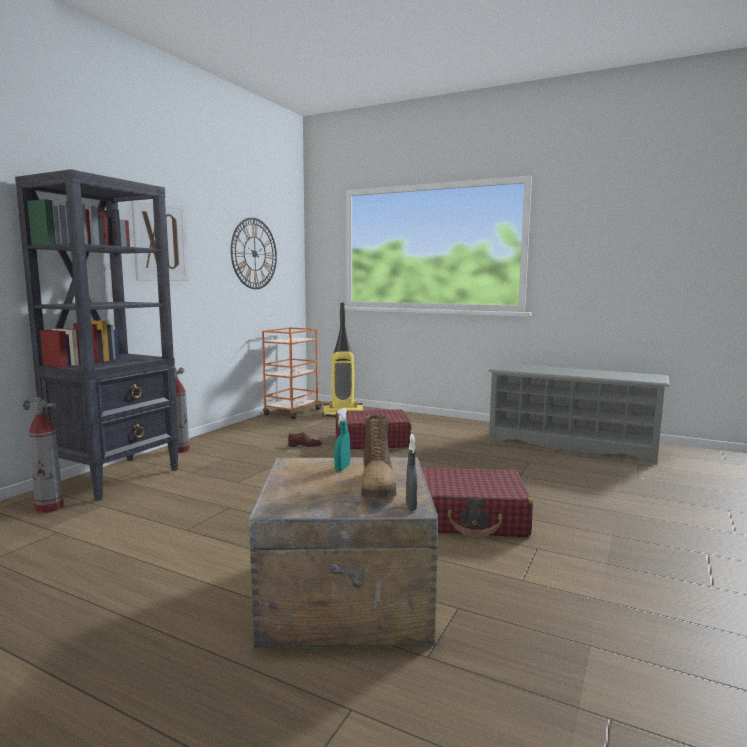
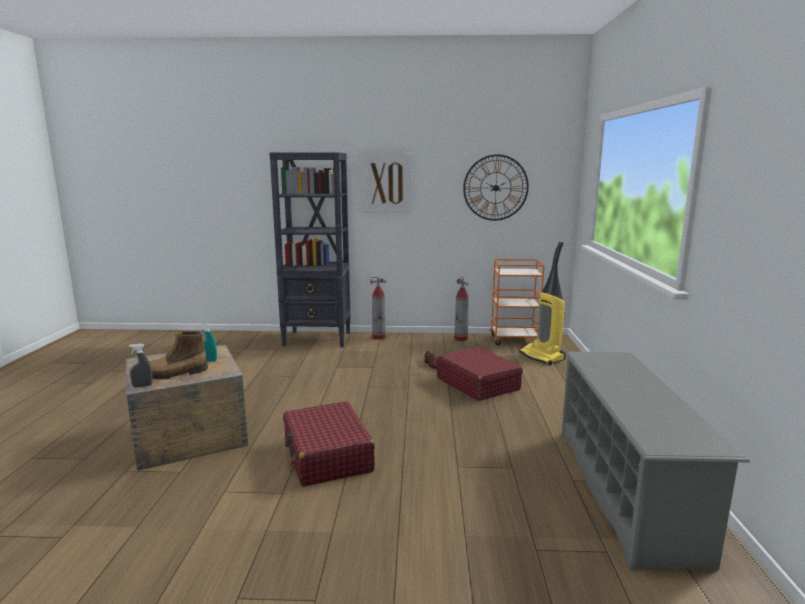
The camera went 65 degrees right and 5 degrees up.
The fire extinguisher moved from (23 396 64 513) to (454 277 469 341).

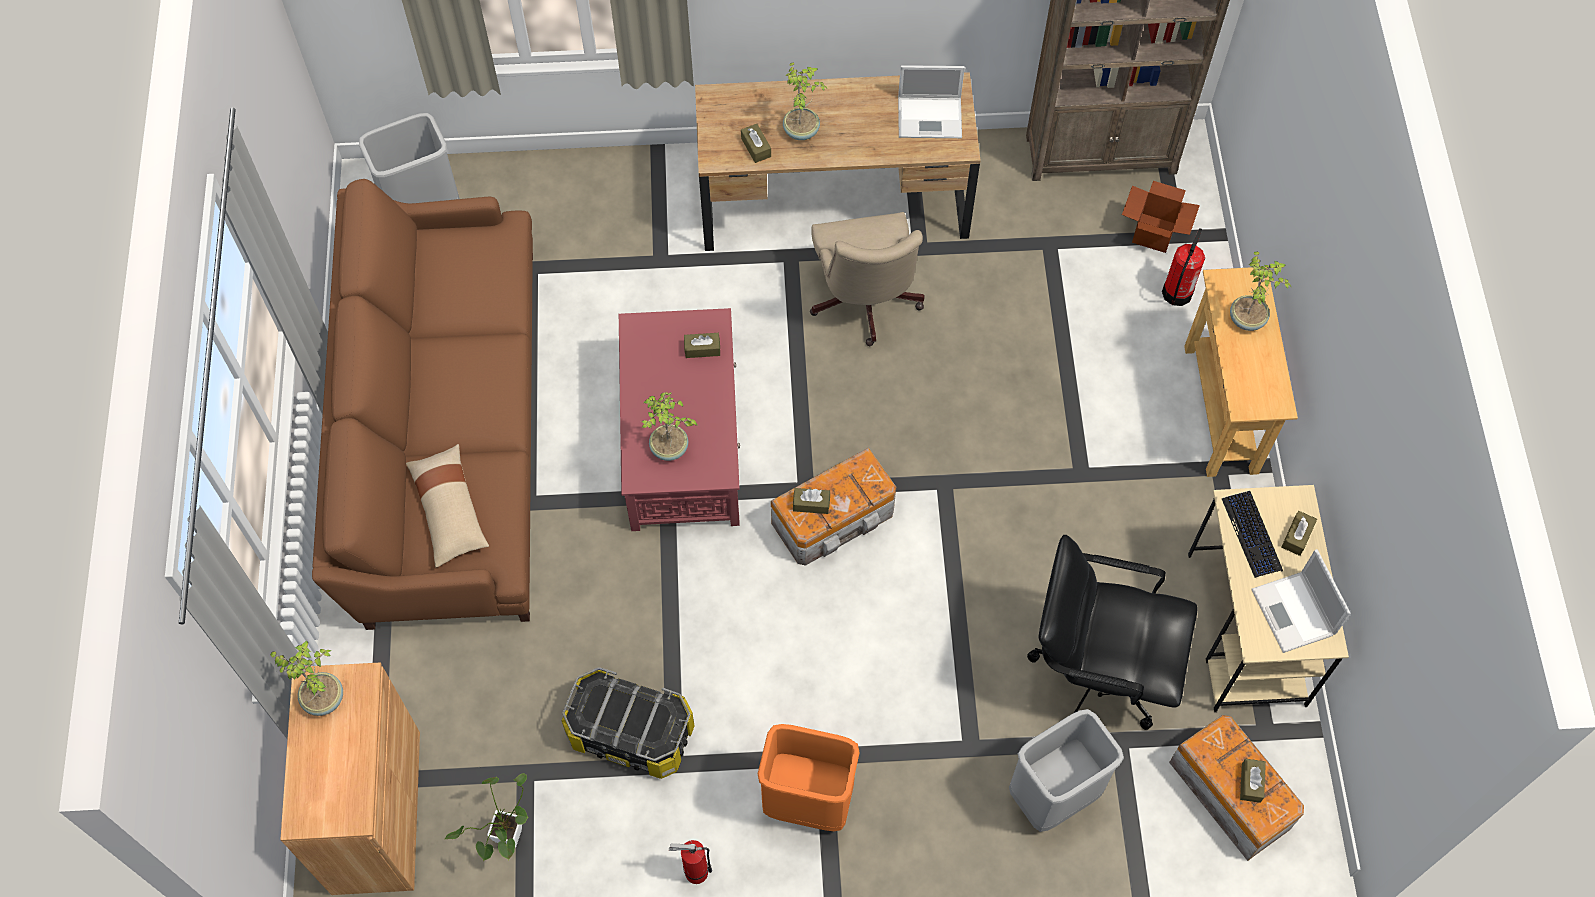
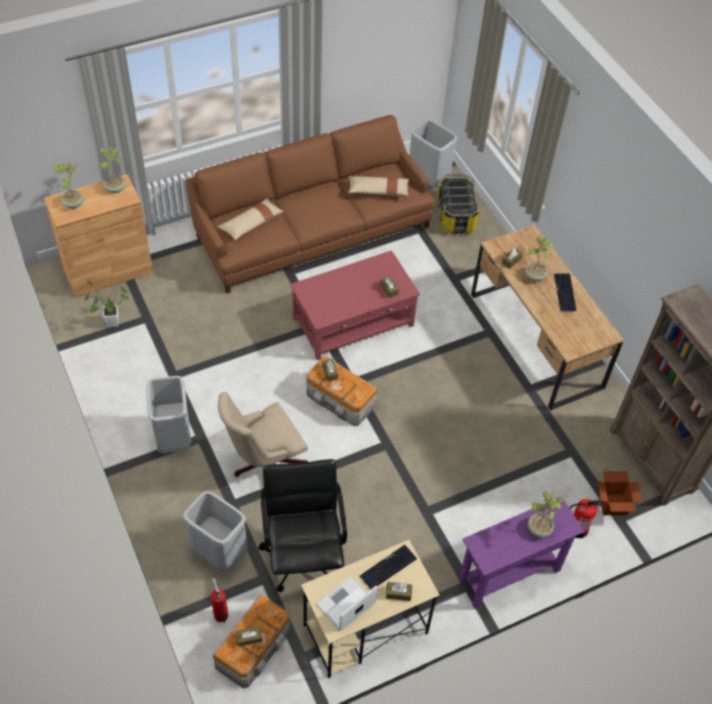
The camera went 65 degrees right and 10 degrees down.
The storage container moved from (562 667 694 779) to (437 174 479 234).
The plant in a pot moved from (641 392 697 461) to (53 163 84 209).
The fire extinguisher moved from (669 840 712 884) to (211 578 228 623).
The rubbish bin (orangey) at (758 724 860 831) became the rubbish bin (grey) at (146 376 191 453).
The computer chair (sand-coloured) moved from (810 212 924 346) to (218 392 308 477).
The portable computer at (898 65 965 138) disappeared.
The hall table (sand-coloured) at (1184 267 1298 477) became the hall table (purple-coloured) at (459 496 585 609).
The cushion (sand-coloured) at (348 176 409 196) appeared.
The computer keyboard at (554 273 576 311) appeared.

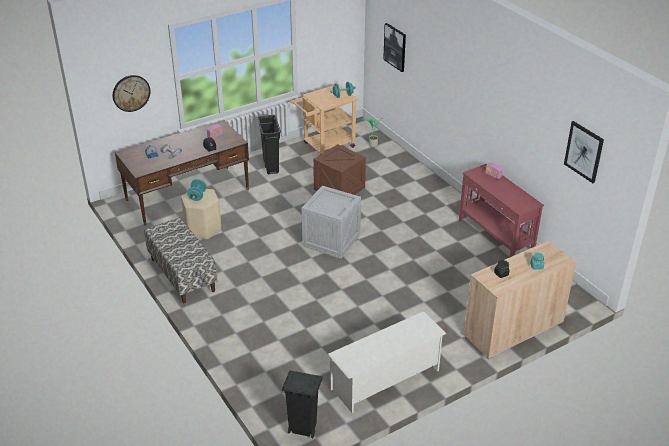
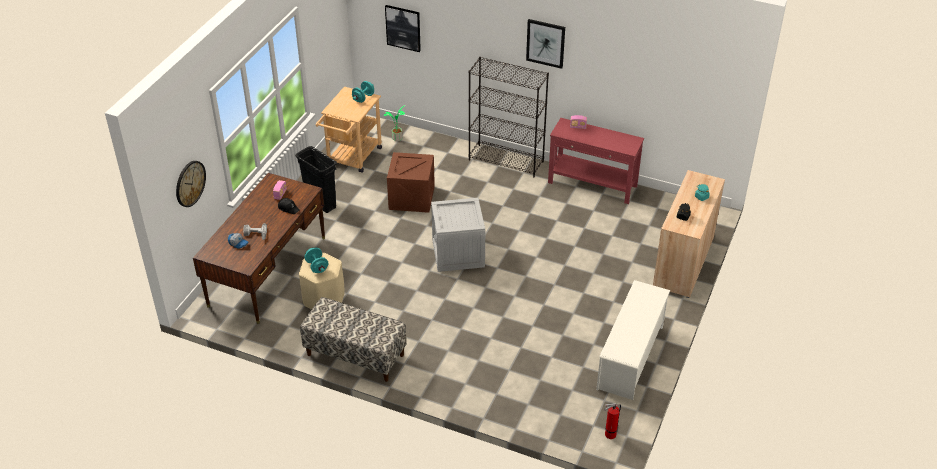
The camera went 35 degrees left and 5 degrees up.
The rubbish bin (black) at (282 370 323 438) was replaced by the fire extinguisher at (604 403 621 439).
The wall picture moved from (564 121 604 183) to (526 19 565 69).
The bookcase (black) at (469 57 549 177) appeared.

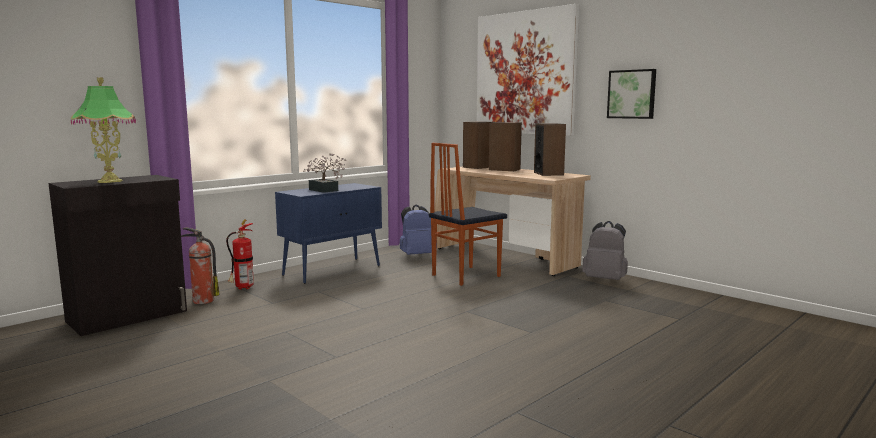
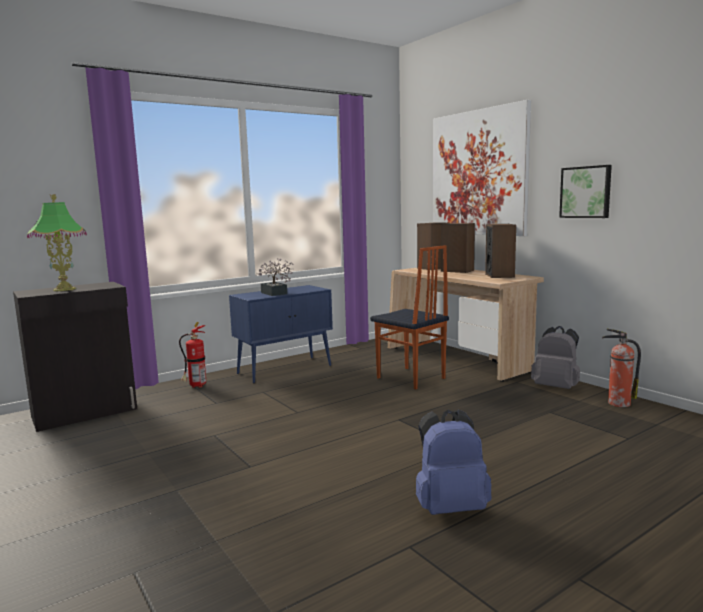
The camera went 10 degrees right and 0 degrees up.
The fire extinguisher moved from (181 227 220 304) to (602 329 641 407).
The backpack (bluish) moved from (400 205 432 255) to (416 410 491 515).
The chair at (429 143 507 286) turned 105 degrees counterclockwise.

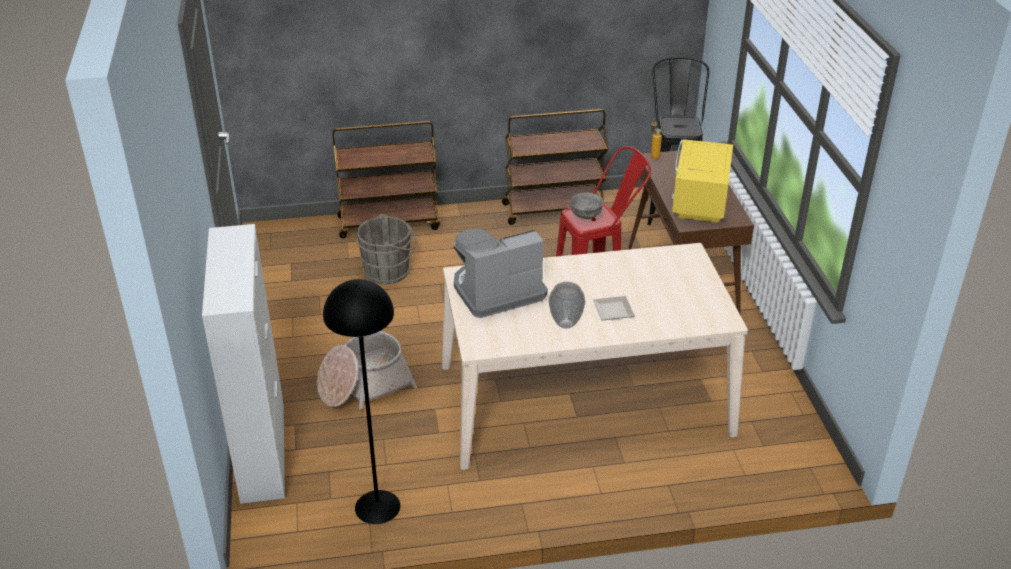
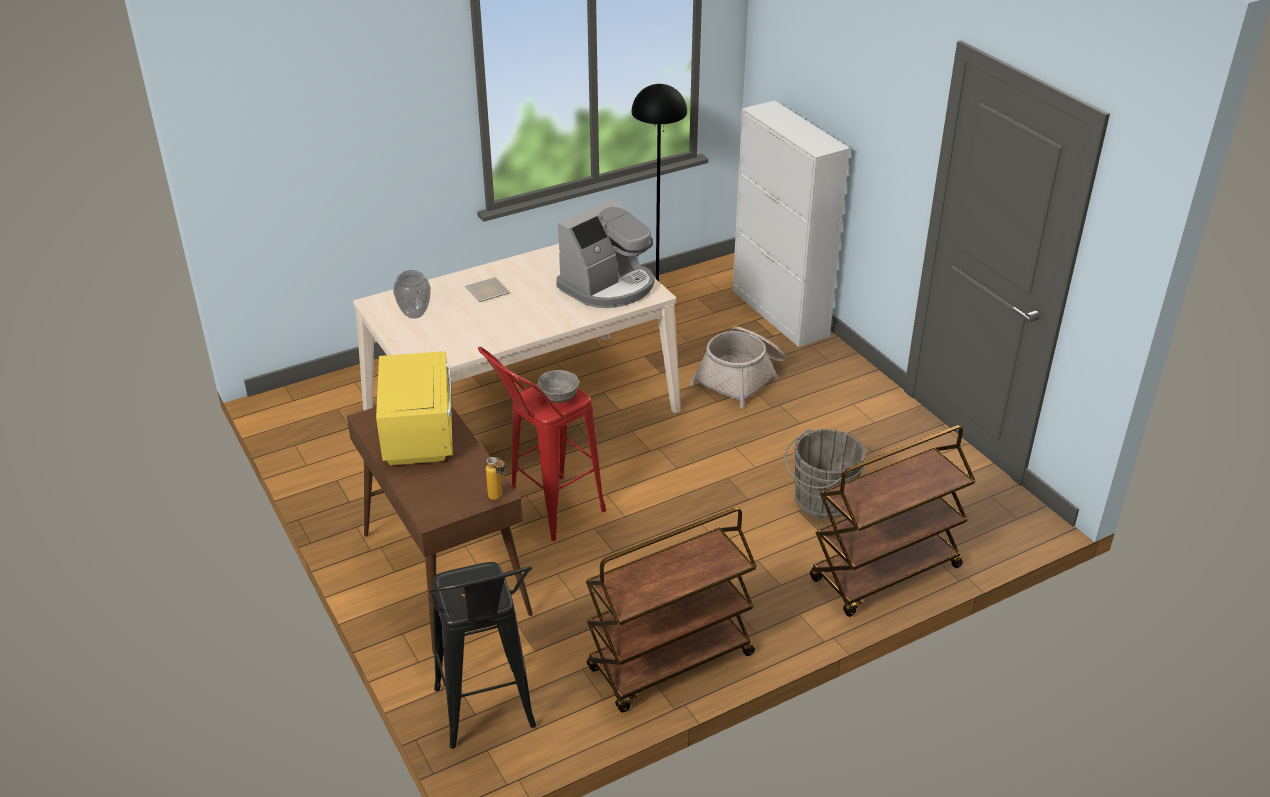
The camera went 160 degrees right and 0 degrees up.
The flower vase moved from (549 282 585 329) to (393 270 431 319).

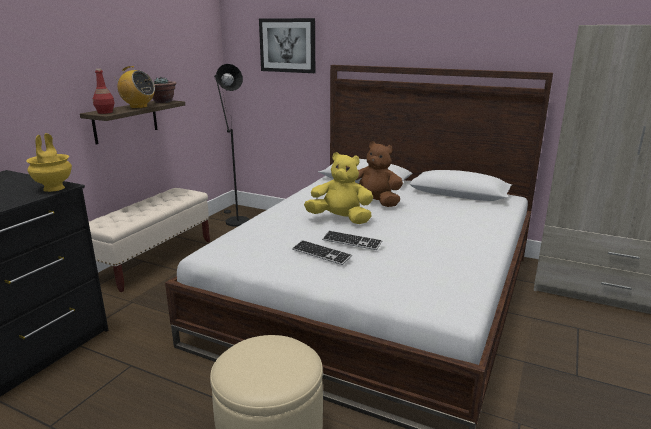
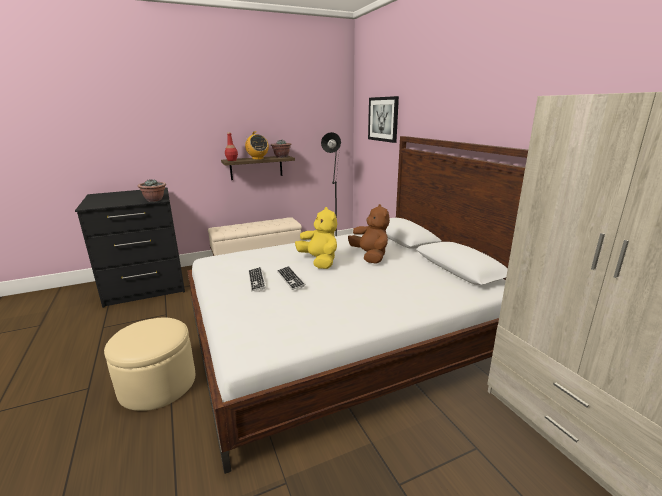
The camera went 40 degrees right and 0 degrees up.
The flower vase (yellowish) at (26 133 72 192) was replaced by the plant in a pot at (138 179 166 202).

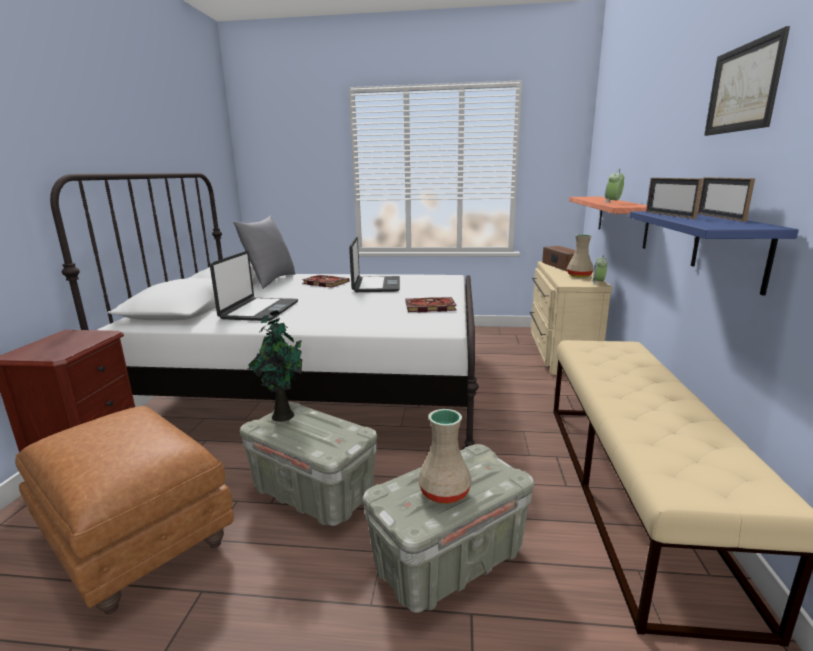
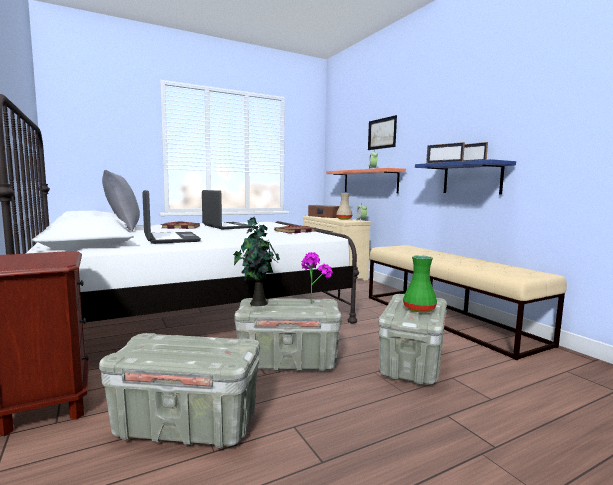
The camera went 35 degrees left and 10 degrees down.
The pouffe (brownish) at (15 406 234 615) was replaced by the storage container (grey) at (99 333 260 449).
The flower vase (sand-coloured) at (418 409 471 504) became the flower vase (greenish) at (403 255 437 313).
The wall picture moved from (704 26 790 136) to (368 115 397 150).
The plant in a pot at (301 252 333 303) appeared.

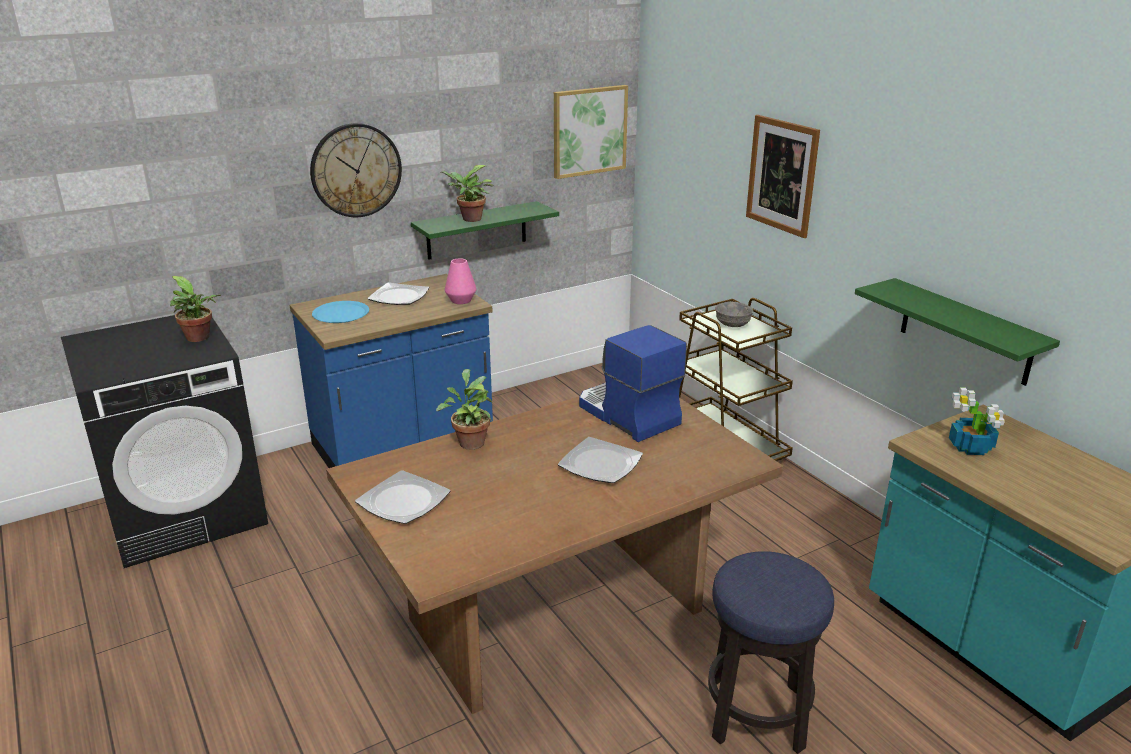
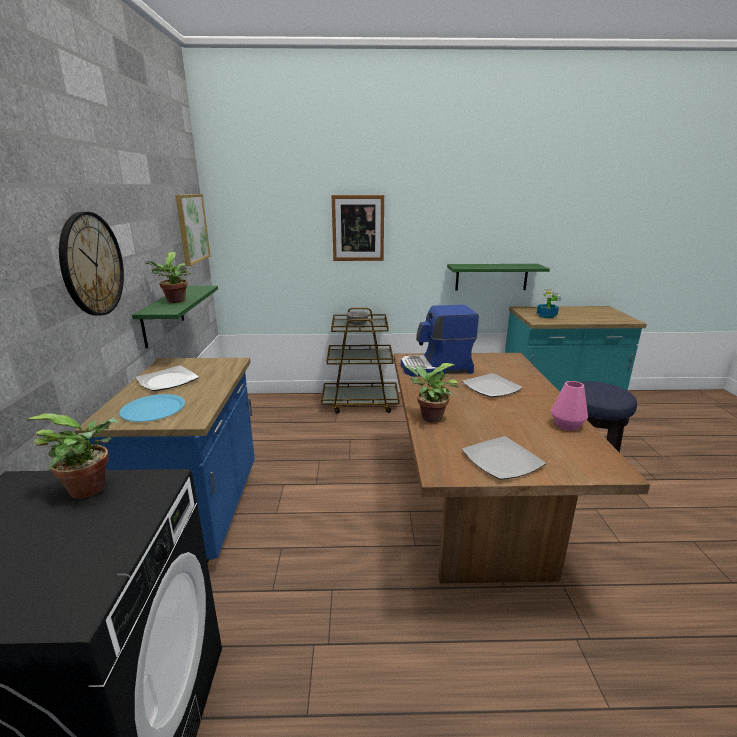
The camera went 60 degrees left and 5 degrees down.
The flower vase (pinkish) moved from (445 258 476 304) to (551 381 588 430).

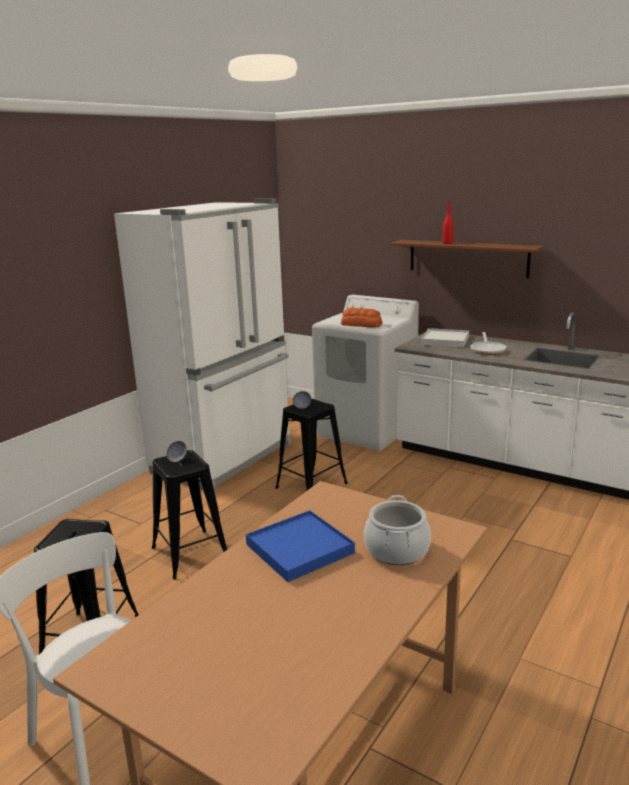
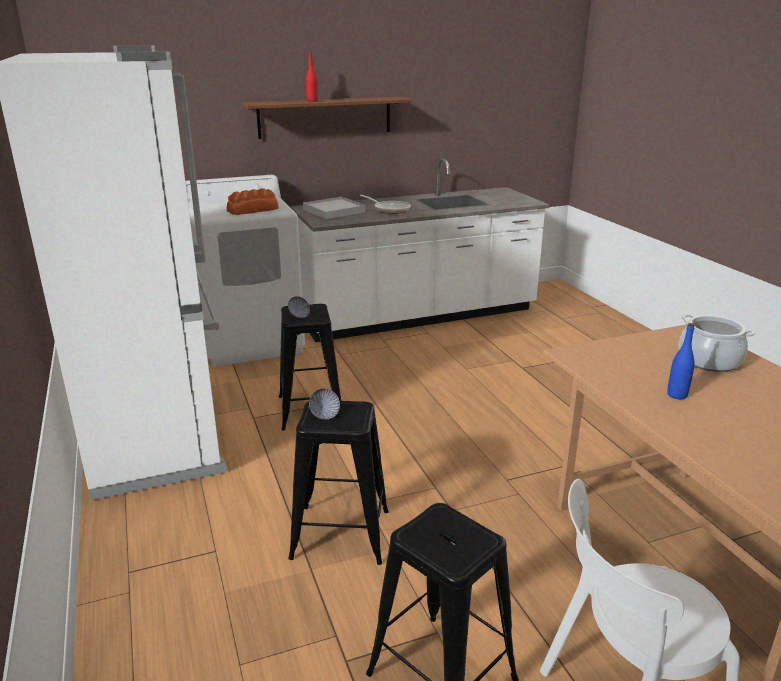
The camera went 55 degrees left and 5 degrees up.
The tray (bluish) at (246 510 355 582) was replaced by the drink bottle (bluish) at (667 323 695 399).

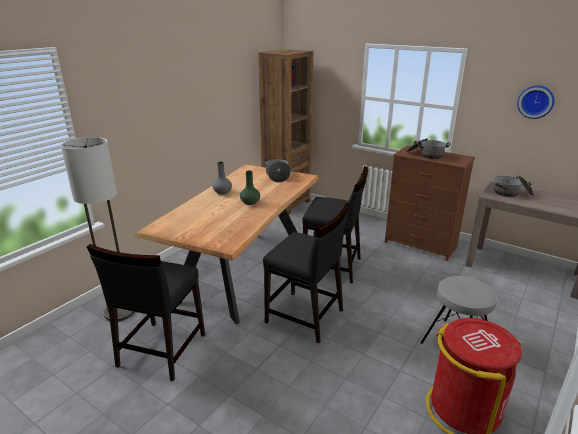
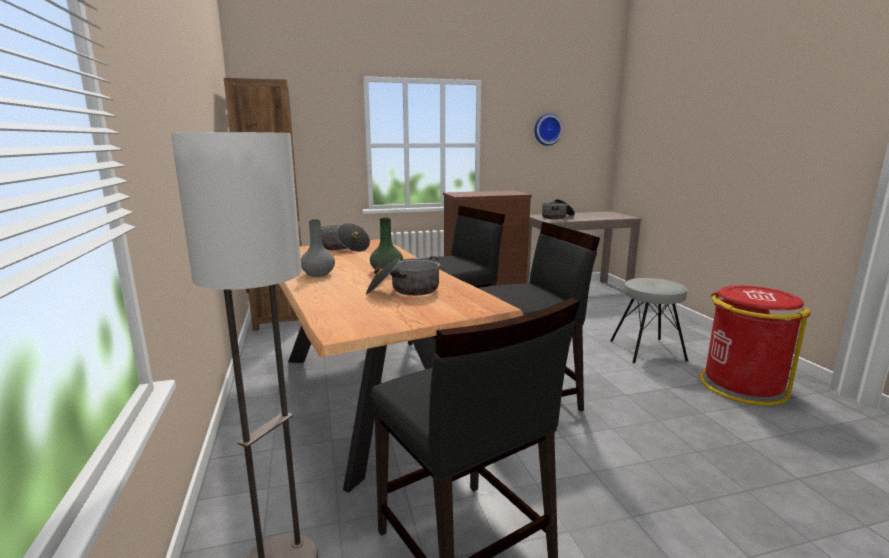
The camera went 50 degrees left and 10 degrees down.
The saucepot moved from (407 139 450 159) to (366 256 440 296).

